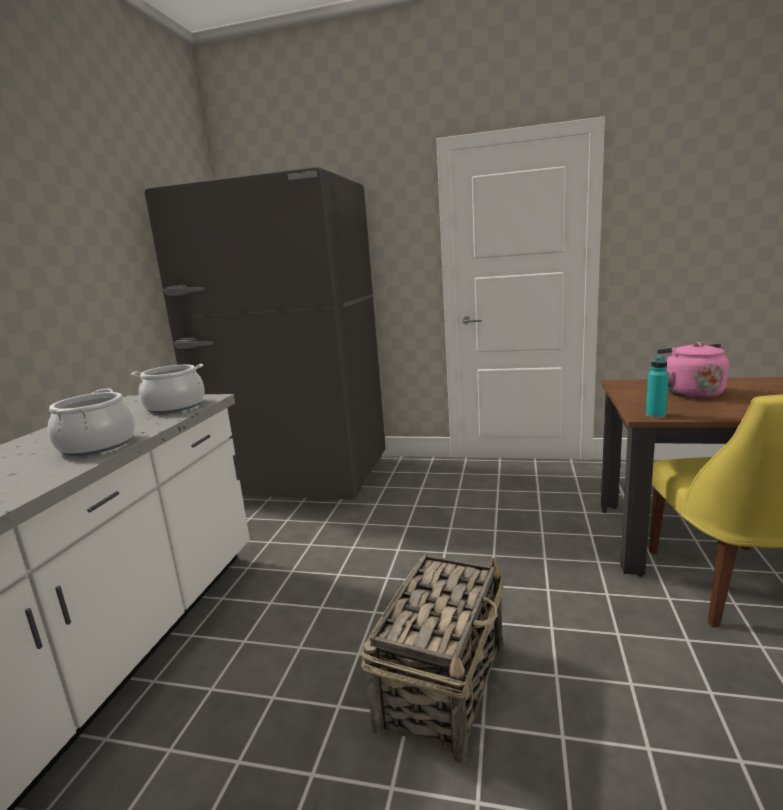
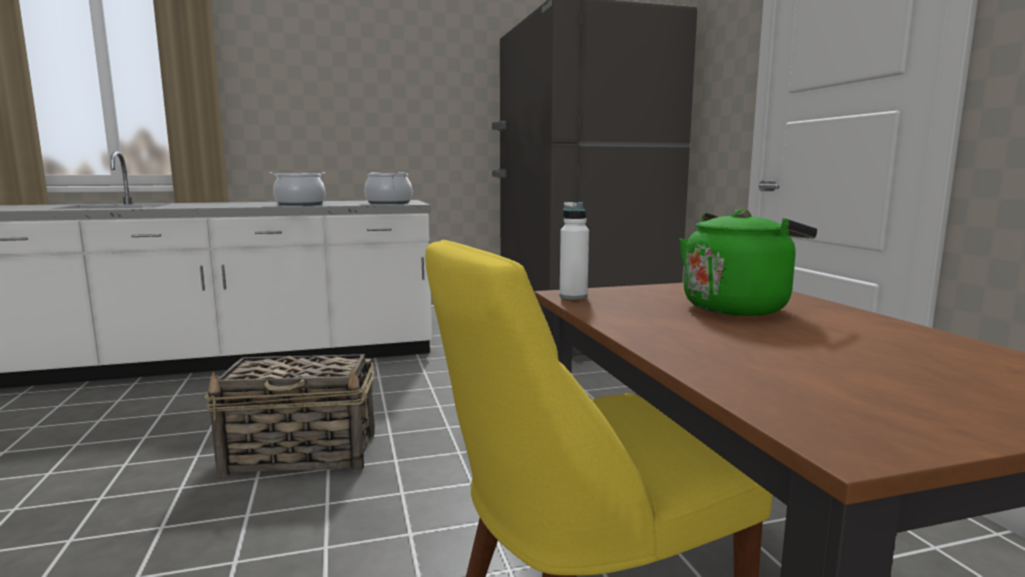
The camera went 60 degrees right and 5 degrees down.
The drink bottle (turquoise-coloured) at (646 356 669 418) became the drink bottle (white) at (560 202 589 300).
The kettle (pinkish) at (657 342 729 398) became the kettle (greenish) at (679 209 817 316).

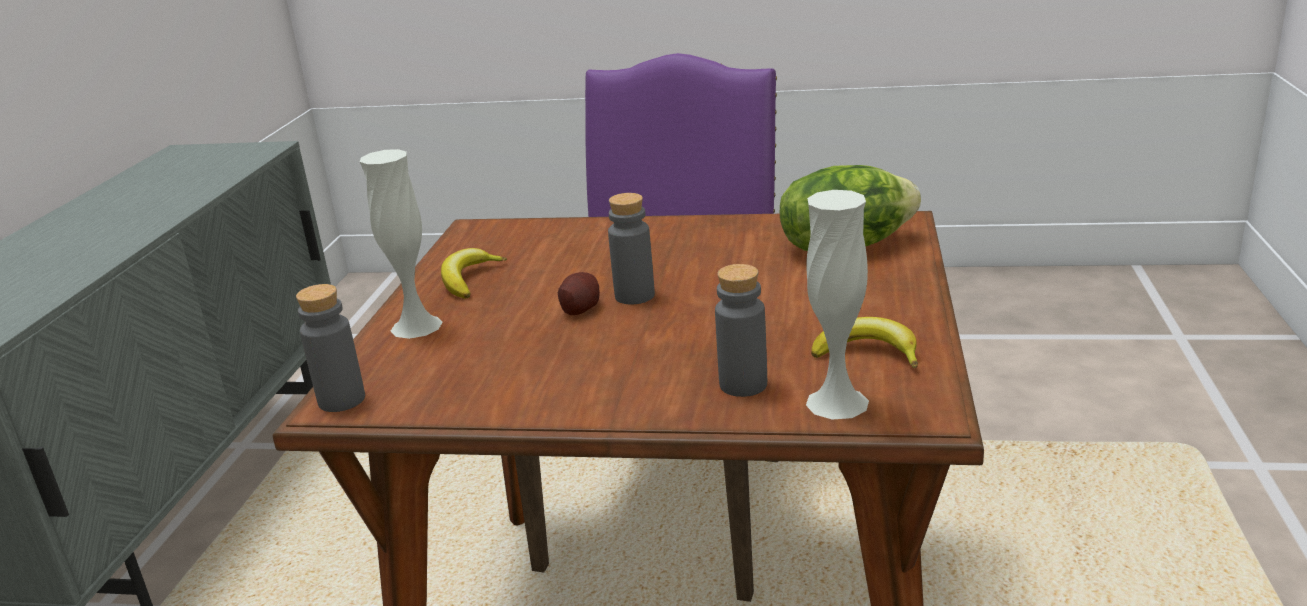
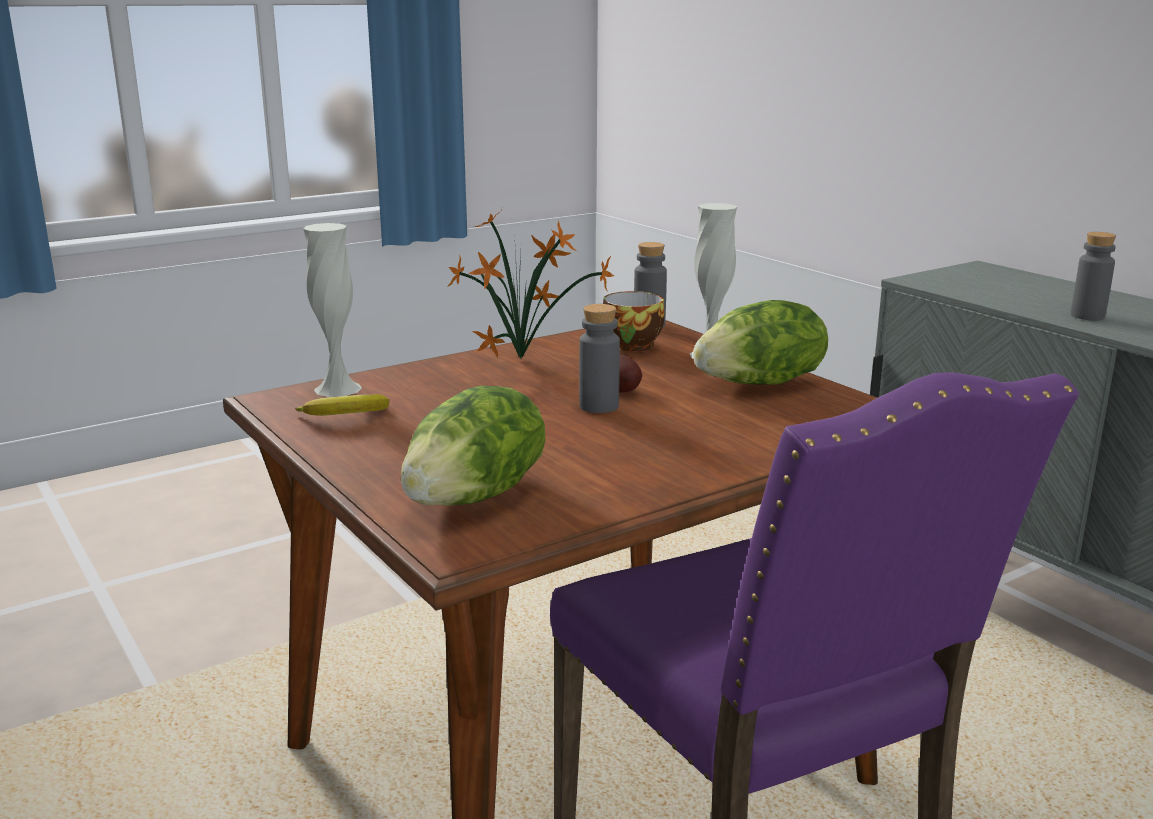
The camera went 135 degrees right and 5 degrees down.
The banana fruit at (441 248 507 299) was replaced by the lettuce at (693 300 828 385).
The drink bottle (grey) moved from (715 264 767 397) to (1071 232 1116 320).
The plant in a pot at (447 210 614 358) appeared.
The drinking cup at (603 291 665 352) appeared.

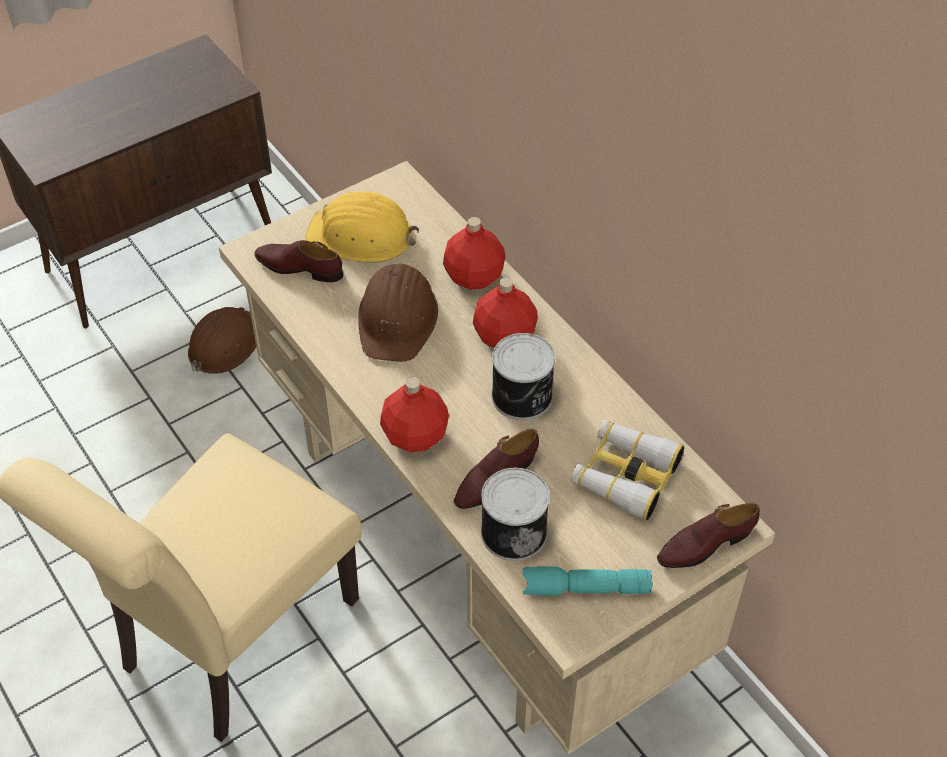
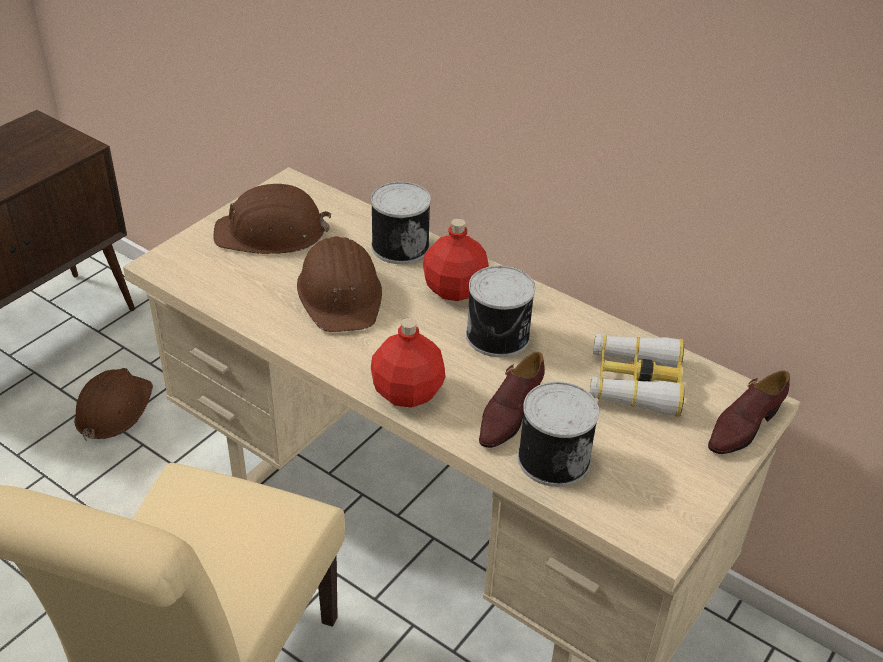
The camera went 20 degrees left and 10 degrees down.
The item of footwear (brownish) at (254 240 343 282) disappeared.
The safety helmet (yellowish) at (305 191 419 263) became the safety helmet (brownish) at (214 184 331 254).
The drink bottle (reddish) at (443 217 505 290) was replaced by the metal can at (371 182 431 264).
The hand torch (turquoise-coloured) at (523 566 653 596) disappeared.

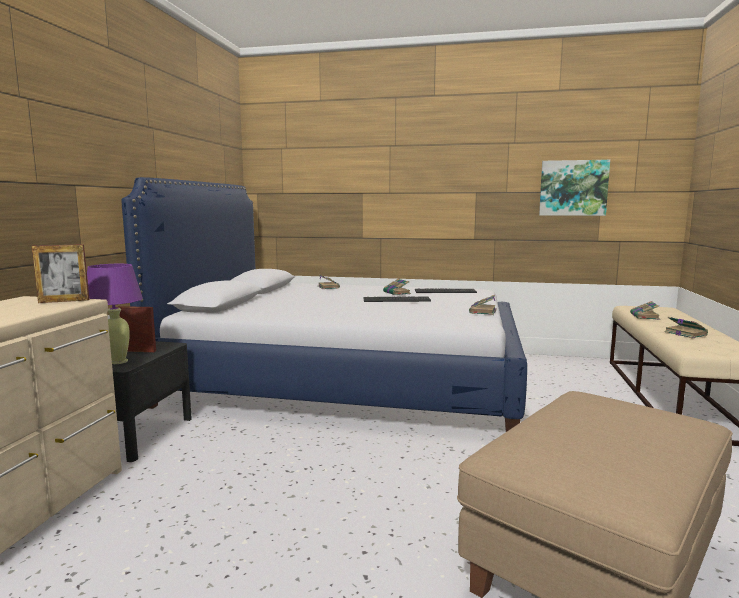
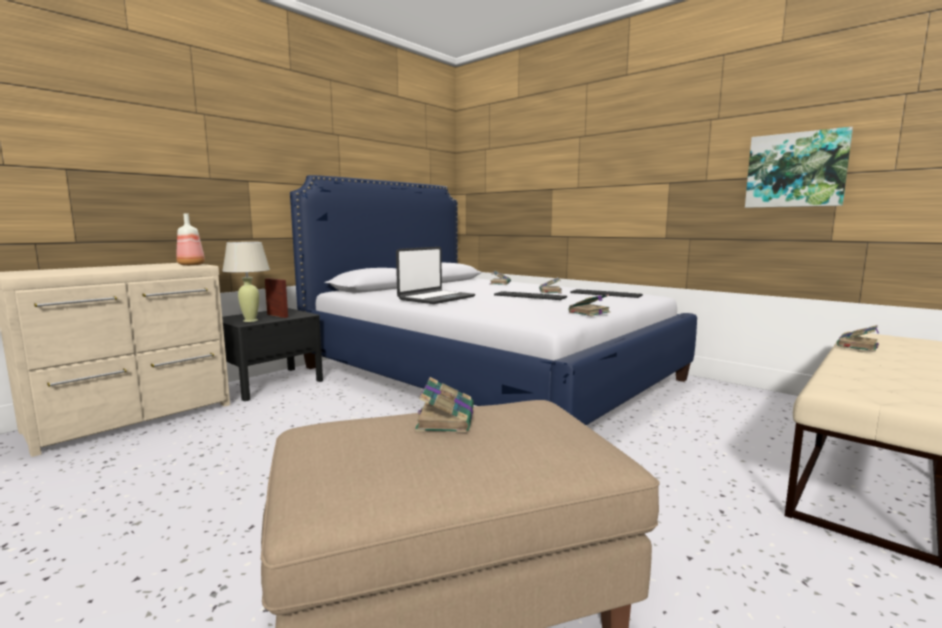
The camera went 30 degrees right and 0 degrees up.
The photo frame at (32 244 89 303) was replaced by the drink bottle at (176 213 205 266).
The tabletop lamp (purple-coloured) at (87 264 143 364) became the tabletop lamp (sand-coloured) at (222 242 270 322).
The bound book moved from (664 317 708 339) to (415 377 474 433).
The portable computer at (396 247 475 304) appeared.

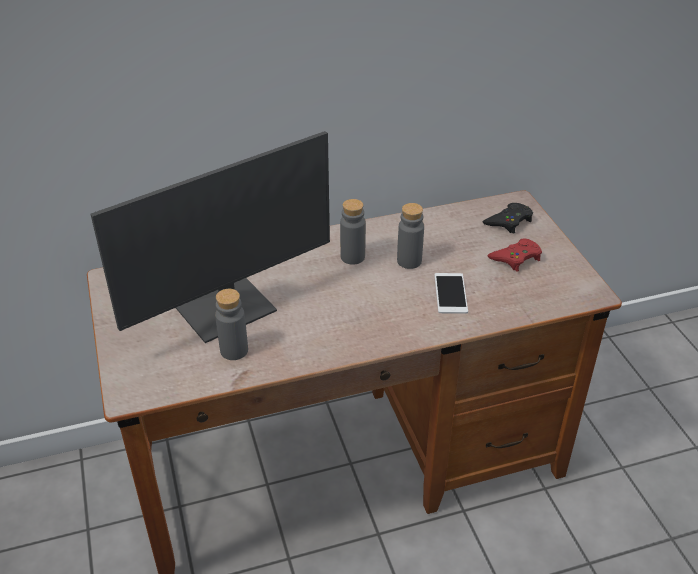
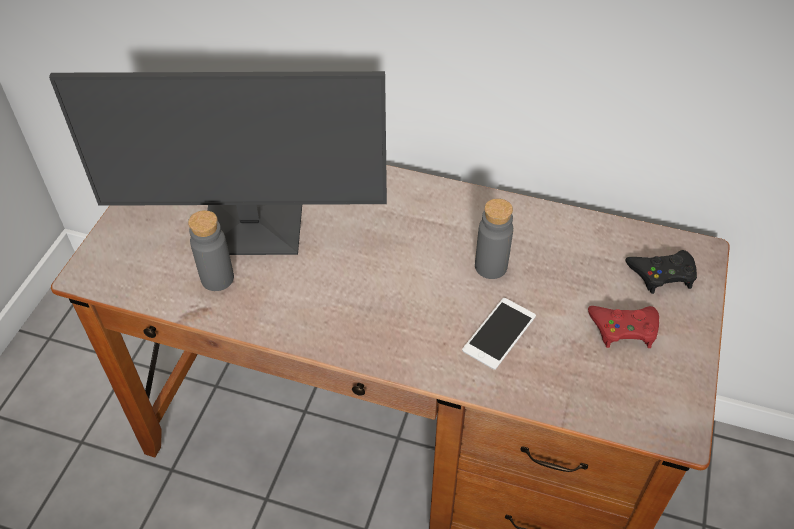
The camera went 35 degrees right and 10 degrees up.
The drink bottle (grey) at (340 199 366 265) disappeared.

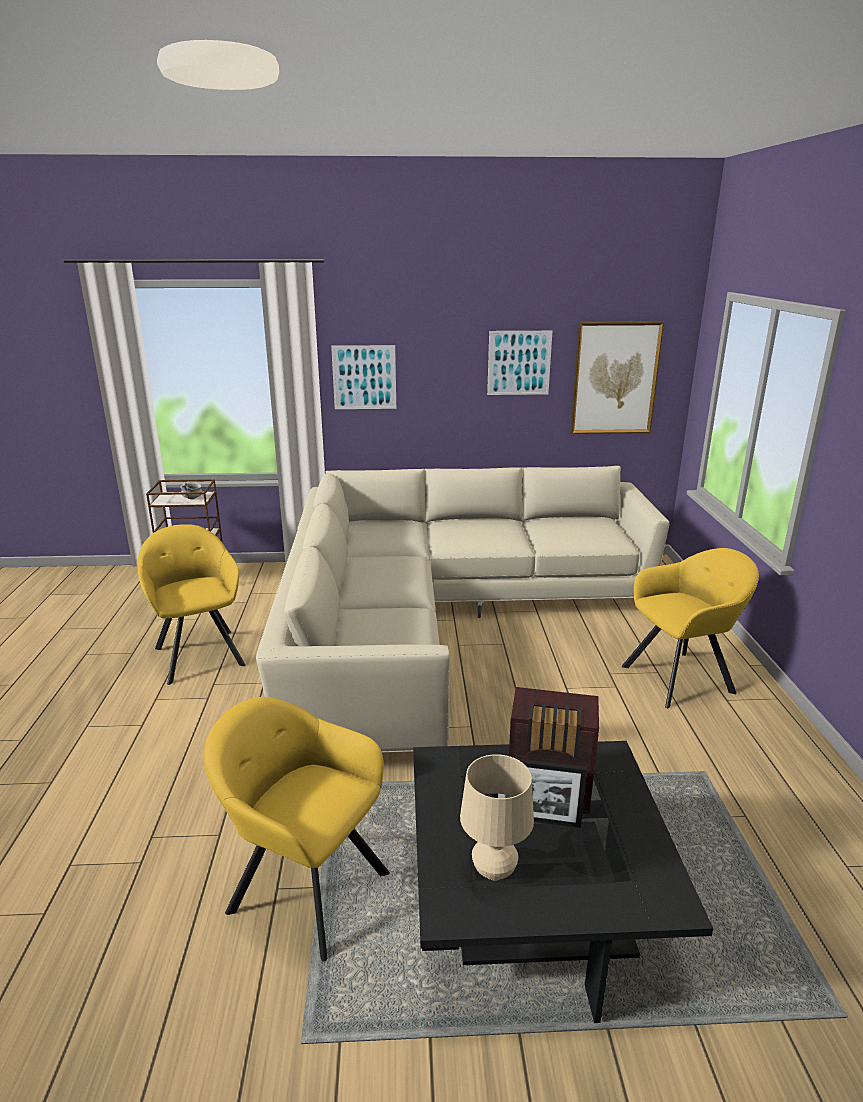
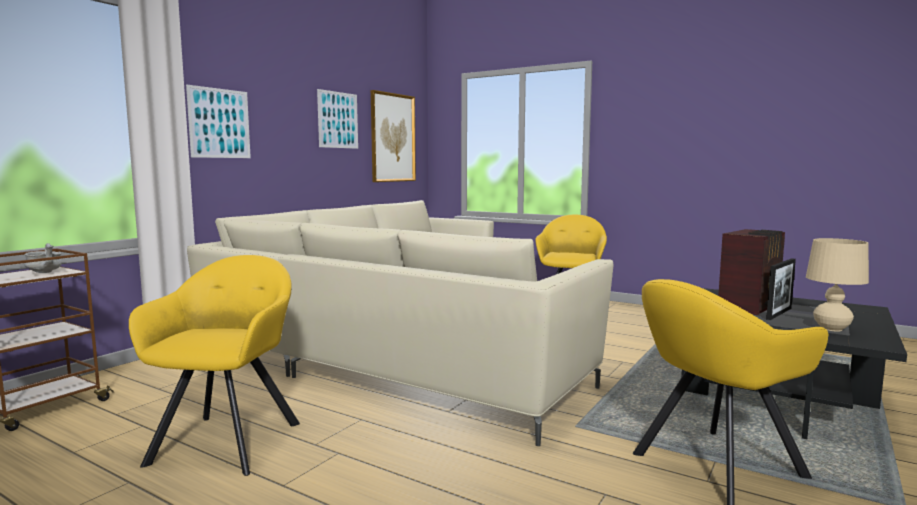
The camera went 55 degrees left and 15 degrees down.
The lounge chair (yellowish) at (137 524 246 685) turned 90 degrees clockwise.

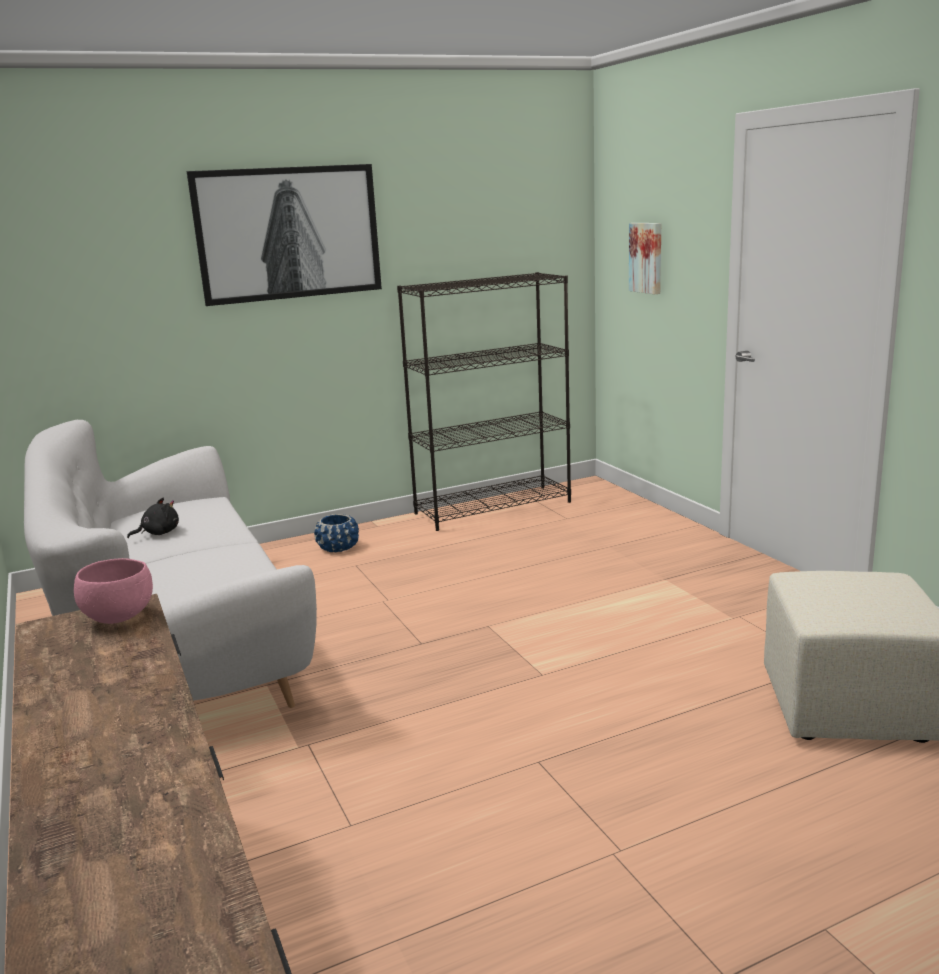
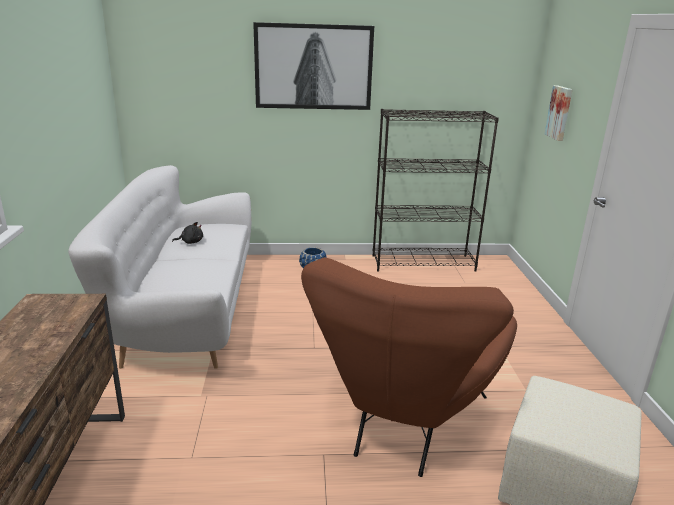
The camera went 20 degrees right and 5 degrees up.
The deep dish (pinkish) at (74 558 153 624) disappeared.
The lounge chair (brownish) at (301 257 517 477) appeared.

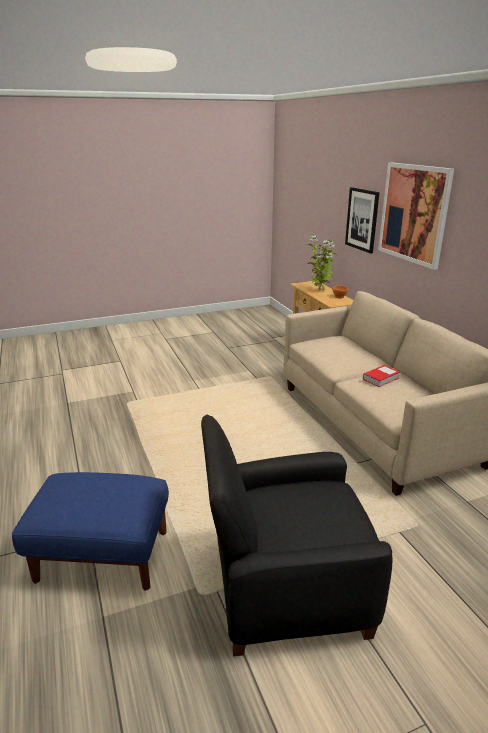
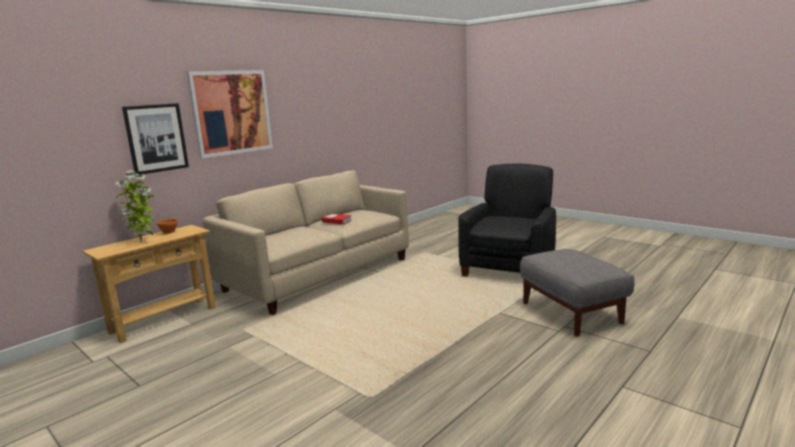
The camera went 115 degrees left and 10 degrees down.
The pouffe (bluish) at (12 472 169 591) became the pouffe (grey) at (520 249 635 337).
The lounge chair (black) at (201 415 392 656) turned 120 degrees counterclockwise.

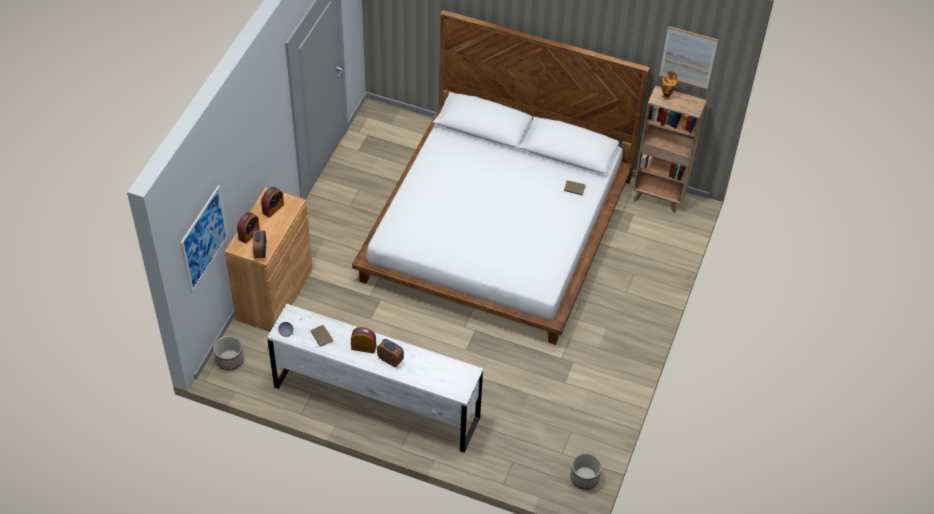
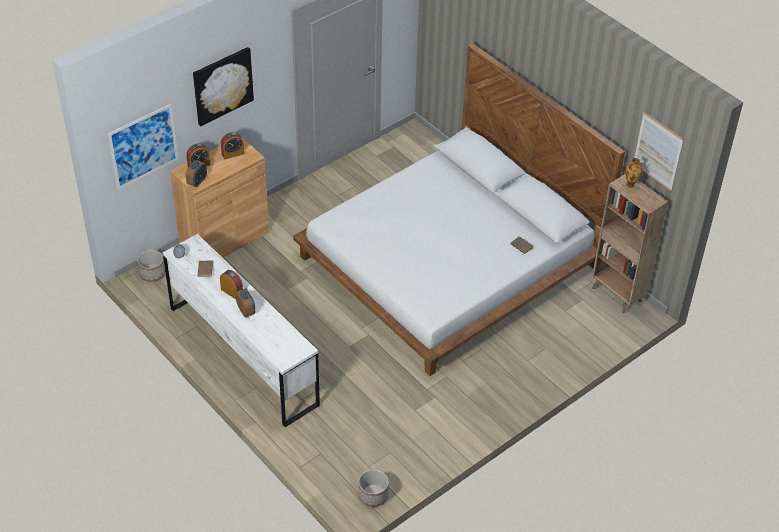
The camera went 30 degrees right and 5 degrees down.
The wall picture at (193 47 254 126) appeared.

